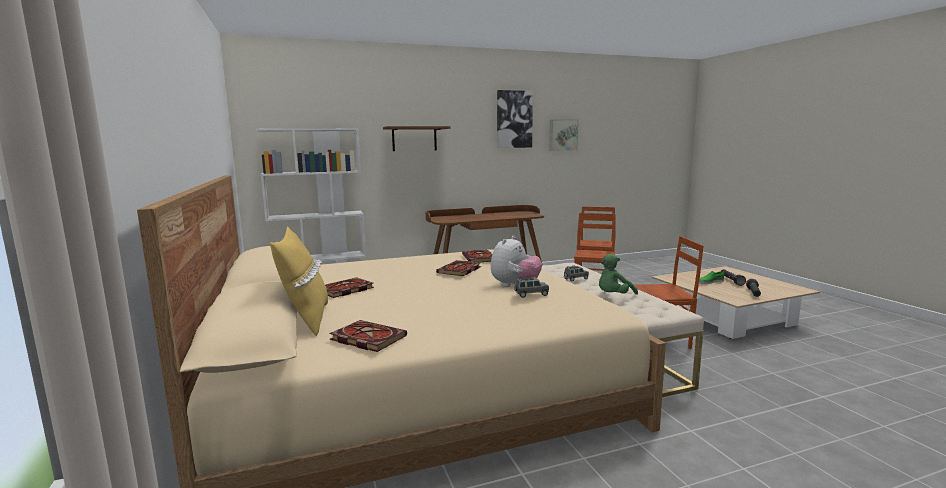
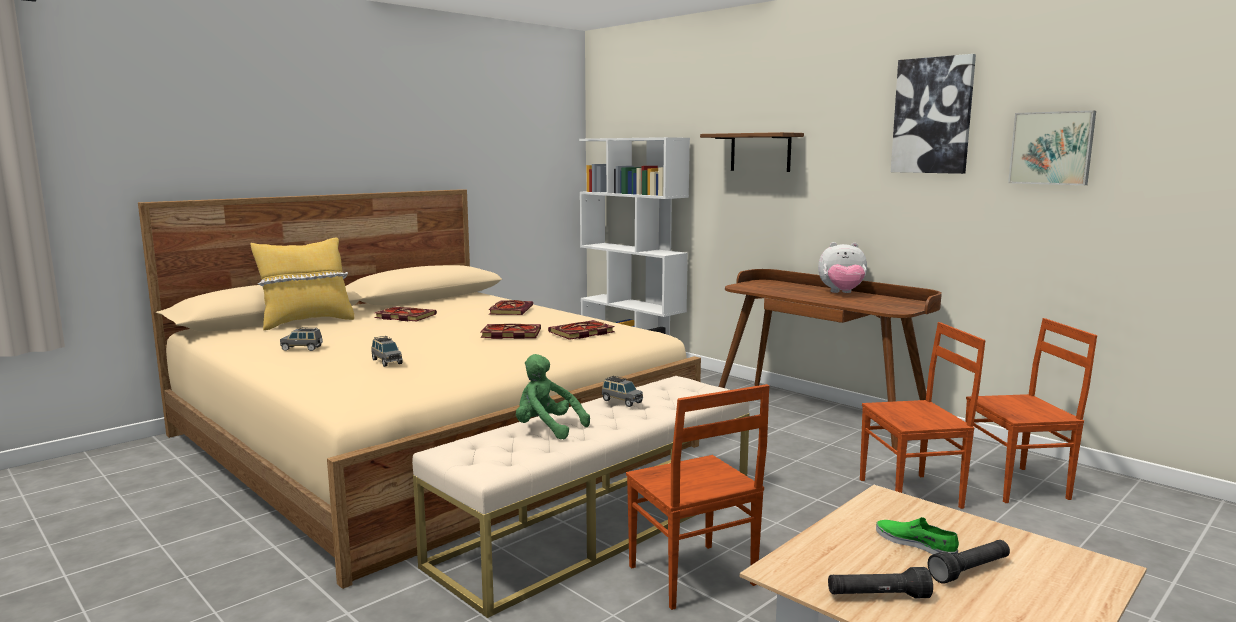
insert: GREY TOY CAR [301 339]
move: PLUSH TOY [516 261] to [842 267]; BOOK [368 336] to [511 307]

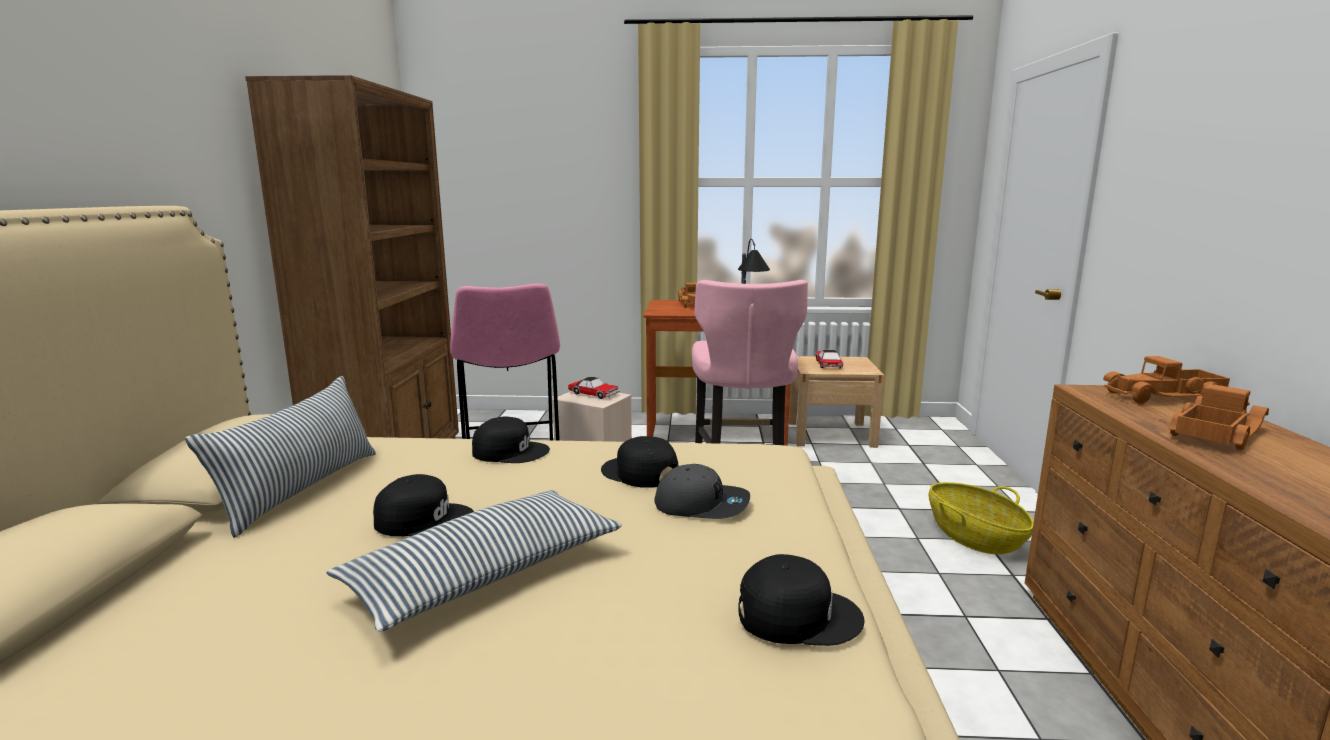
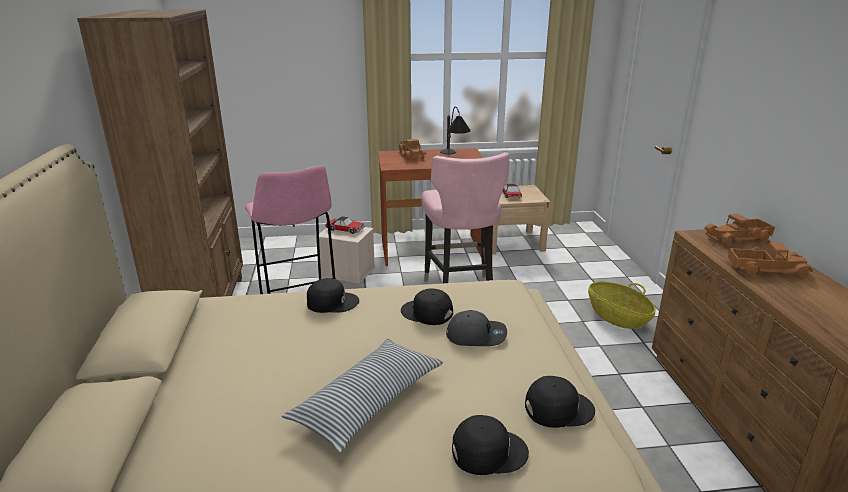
delete: PILLOW [280 457]
move: BLACK CAP [423 505] to [490 445]
rotate: TOY TRUCK [1218 417] = [770 260] 60 degrees clockwise

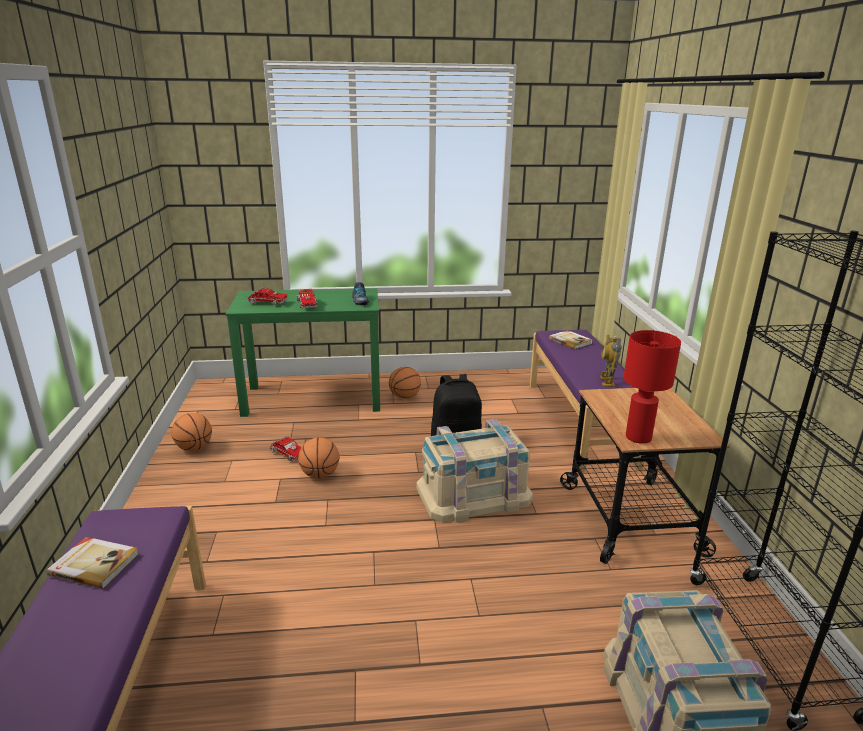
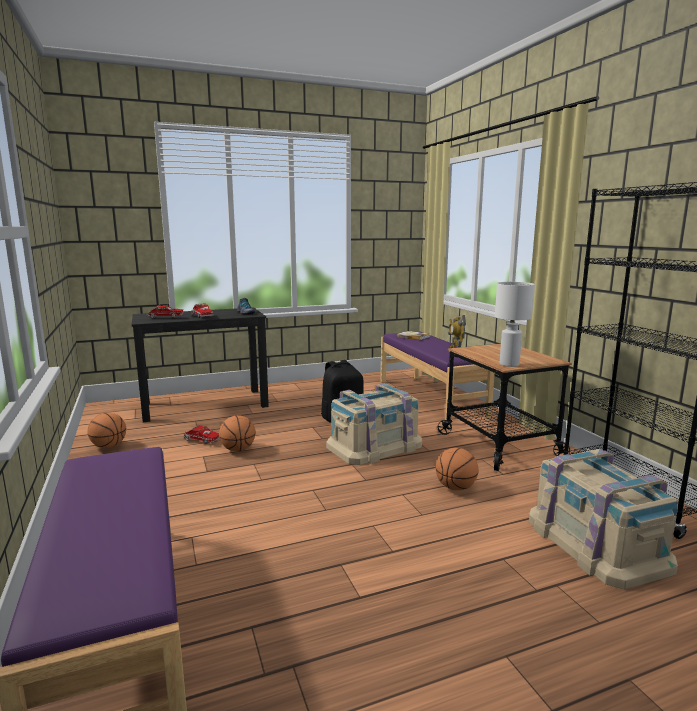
delete: BOOK [92 563]
move: BASKETBALL [405 383] to [457 469]
recolor: GREEN DESK [302 352] to BLACK DESK [200 365]; RED TABLE LAMP [652 387] to WHITE TABLE LAMP [515 324]

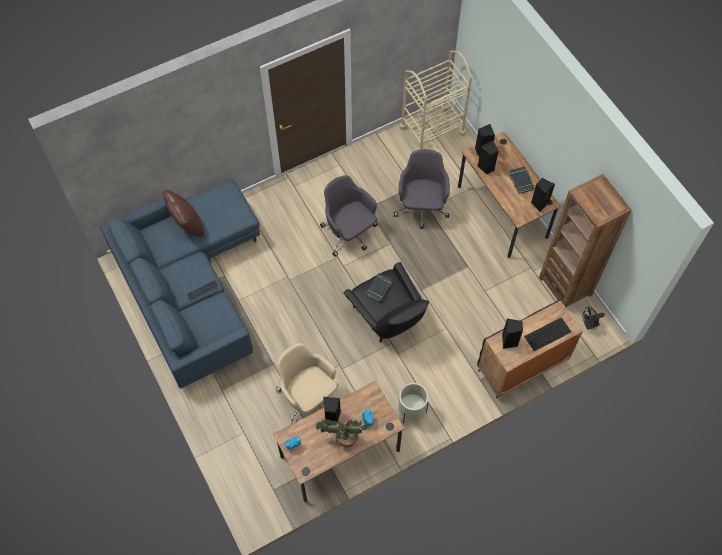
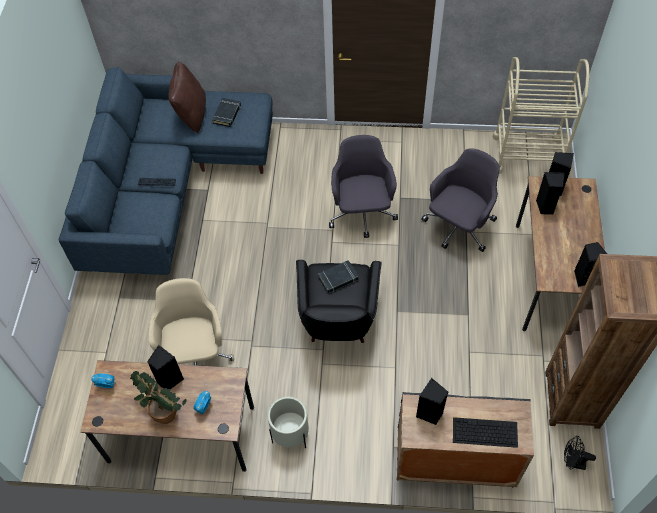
move: BLACK BOOK [521 180] to [226 112]

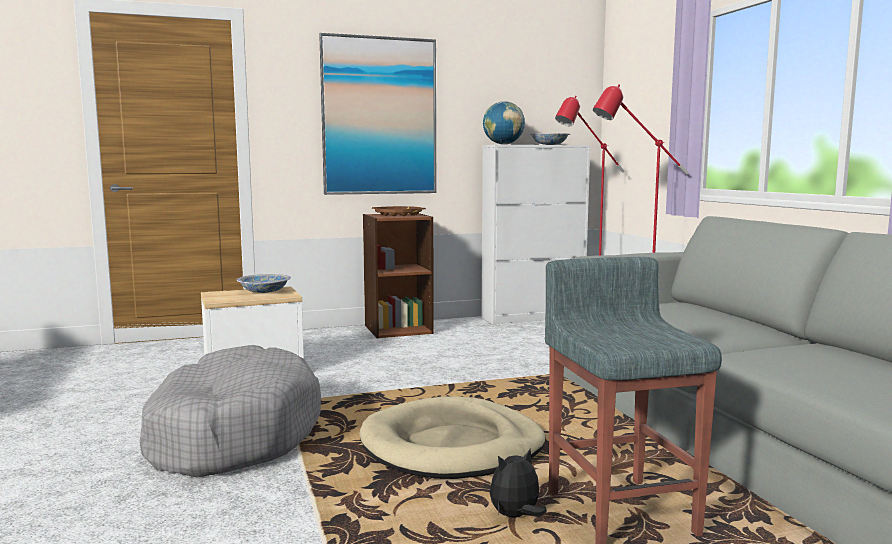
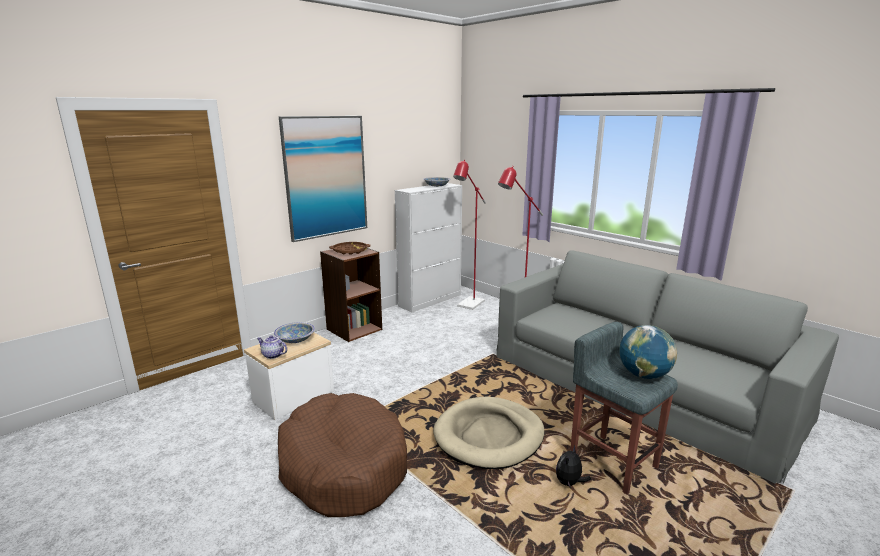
insert: TEAPOT [272 347]
move: GLOBE [504 123] to [648 352]
recolor: GREY DOG BED [230 411] to BROWN DOG BED [342 455]

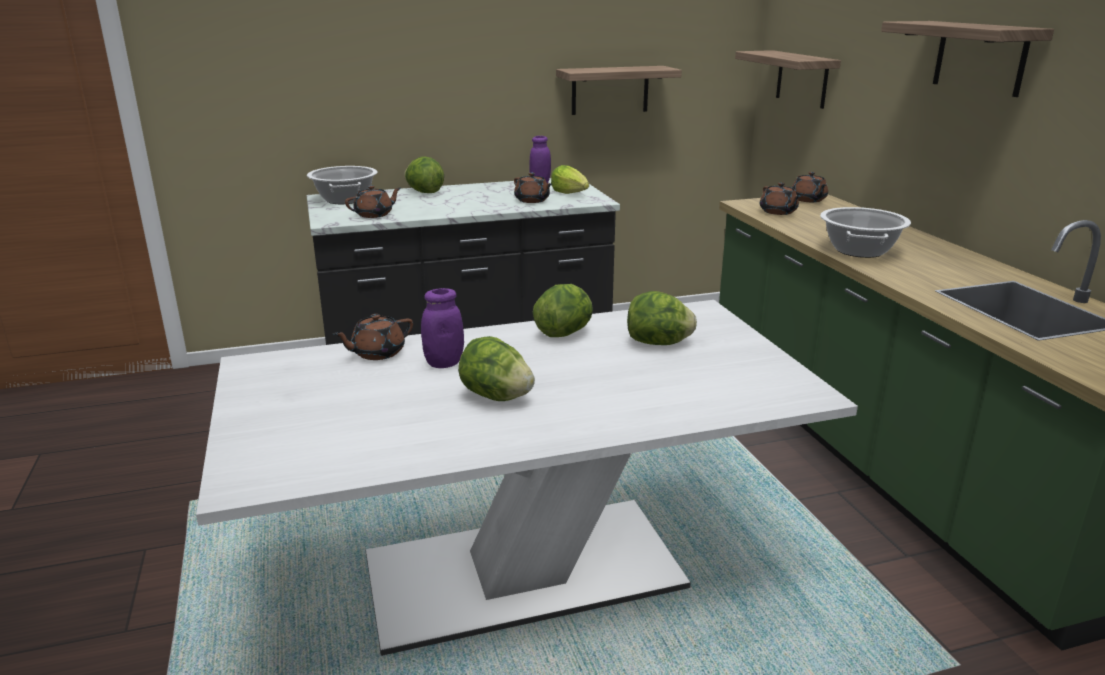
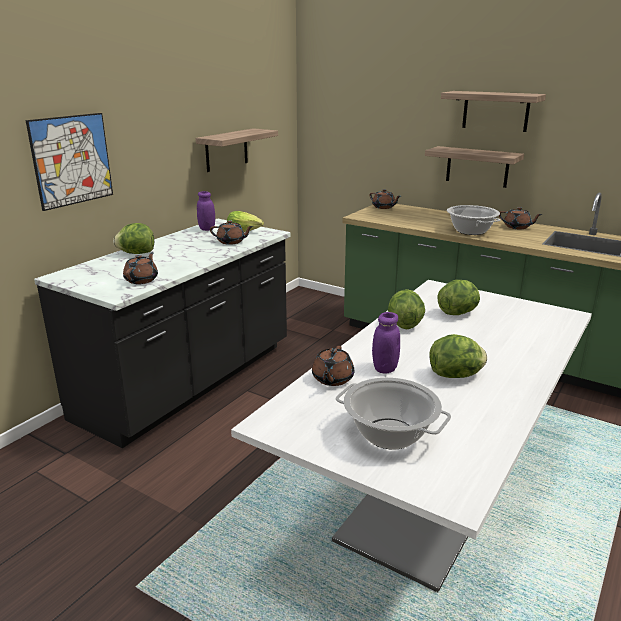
insert: PICTURE [69 162]
move: SHELF [788 79] to [474 167]; COOKING POT [342 185] to [393 413]; BROWN TEAPOT [780 198] to [521 218]

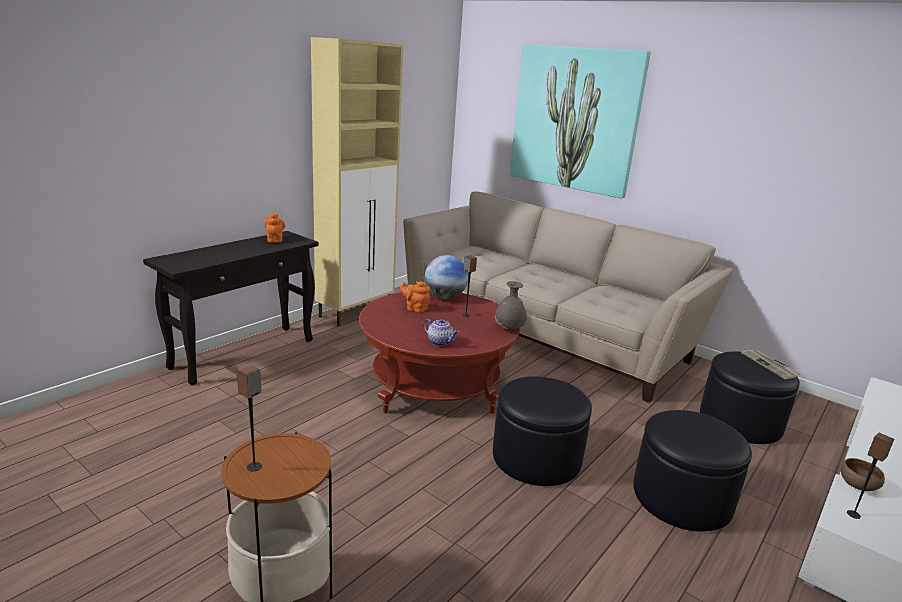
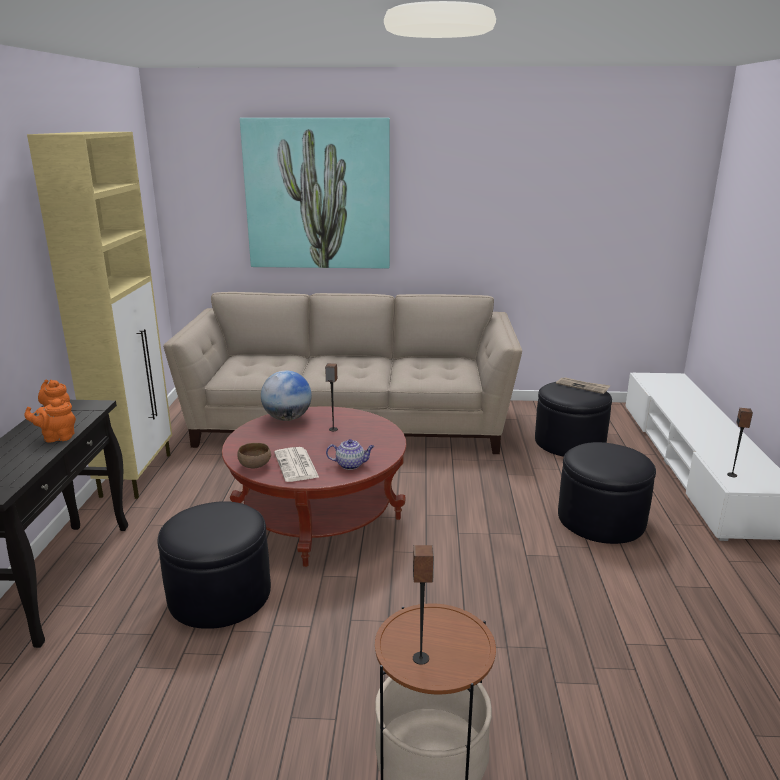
delete: GREY VASE [511 305]
insert: NEWSPAPER [296 464]
move: ORANGE TEAPOT [415 297] to [50 421]; BLACK OTTOMAN [542 431] to [214 565]; BROWN BOWL [863 474] to [254 455]

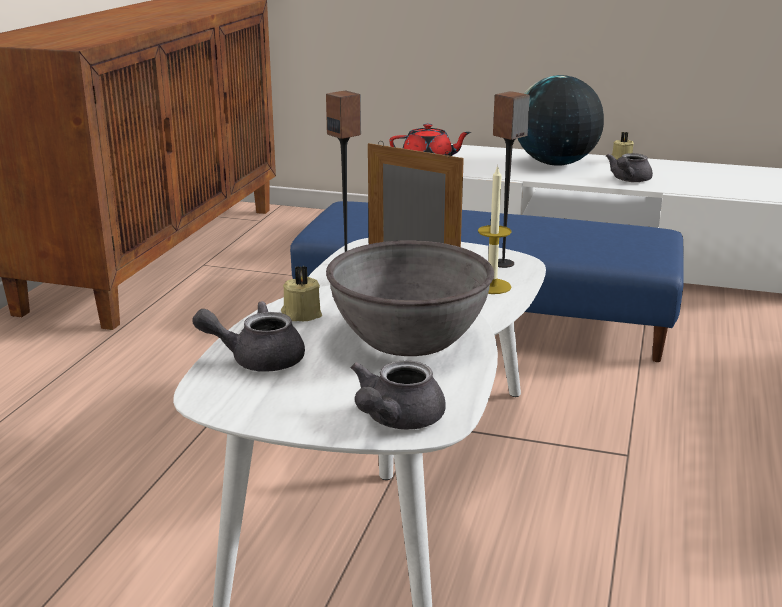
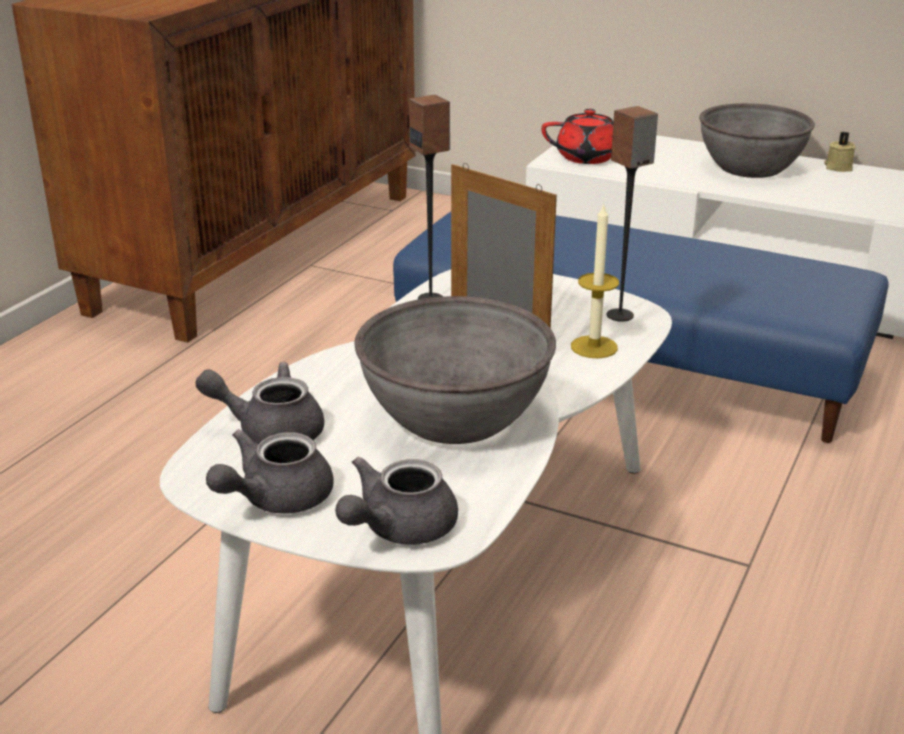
delete: BEIGE CANDLE [301 293]
move: GREY TEAPOT [629 167] to [270 471]
replace: GLOBE [561 120] to GREY BOWL [757 140]

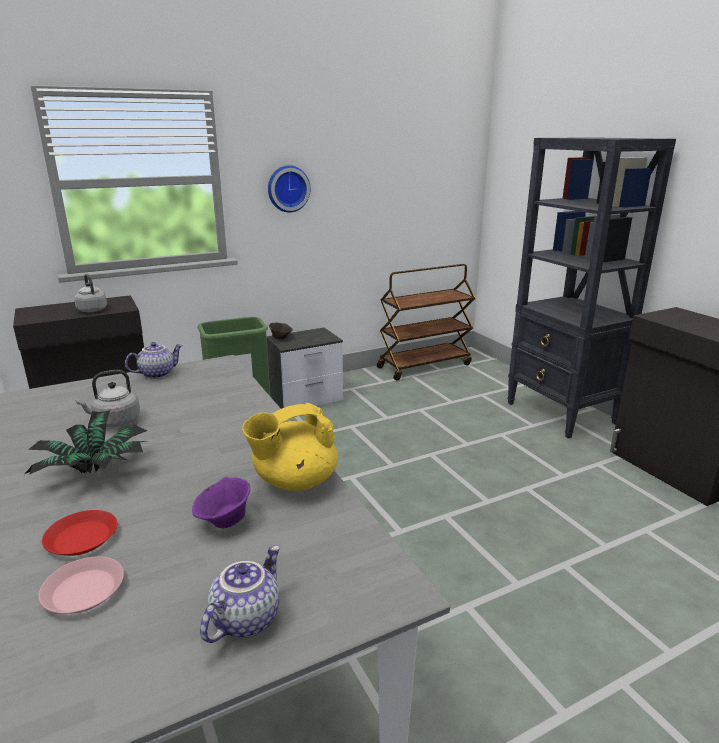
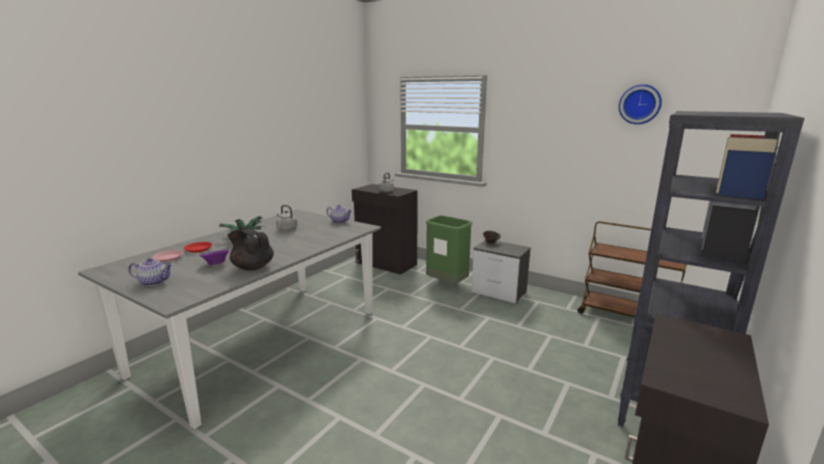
move: WALL CLOCK [289 189] to [640 104]
recolor: YELLOW TEAPOT [290 447] to BLACK TEAPOT [250 249]

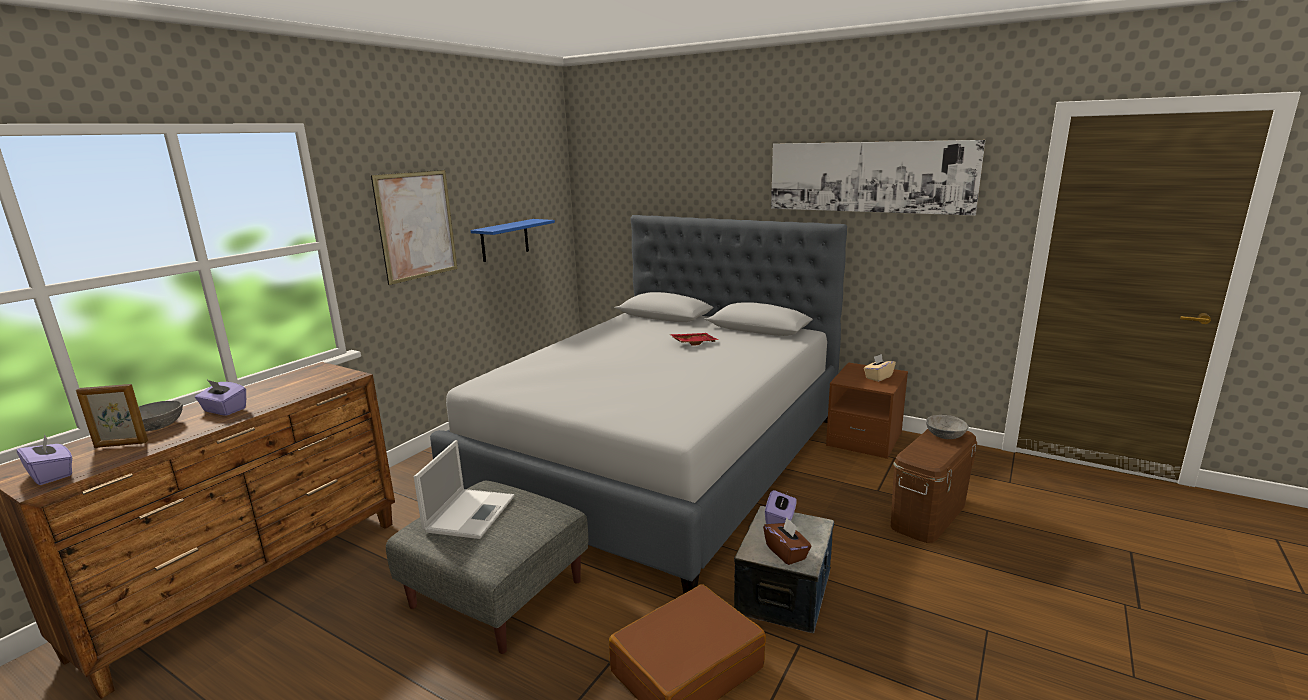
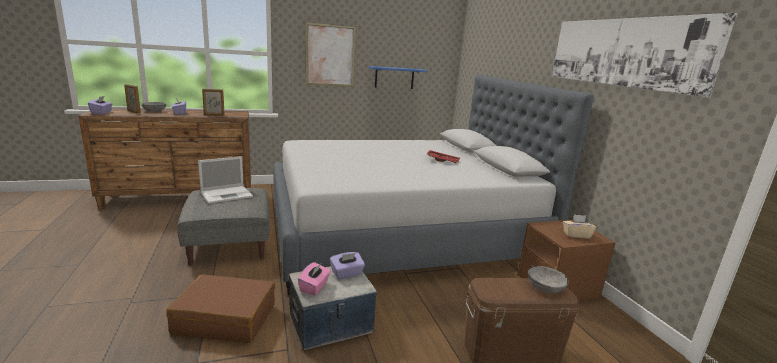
insert: PICTURE FRAME [213 102]
recolor: BROWN TISSUE BOX [787 541] to PINK TISSUE BOX [314 278]

